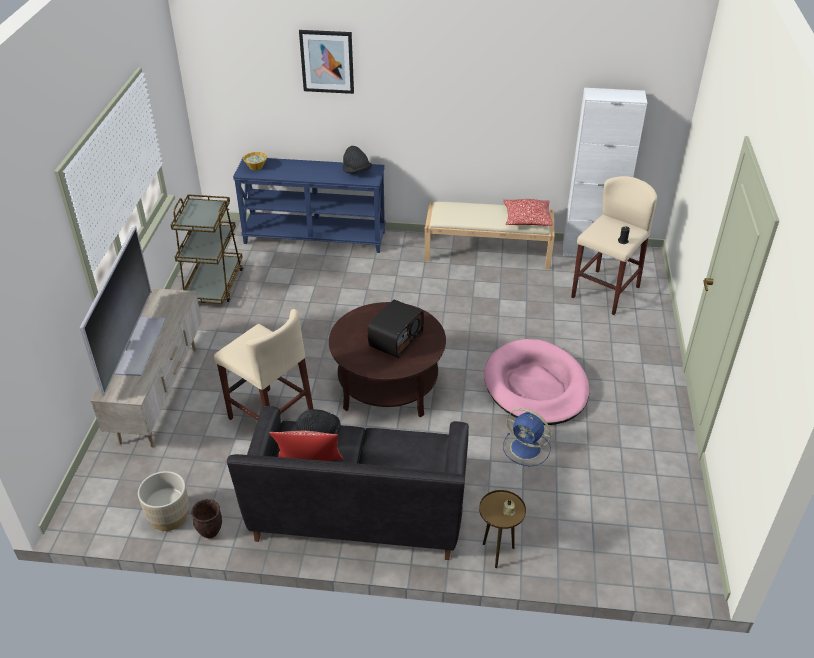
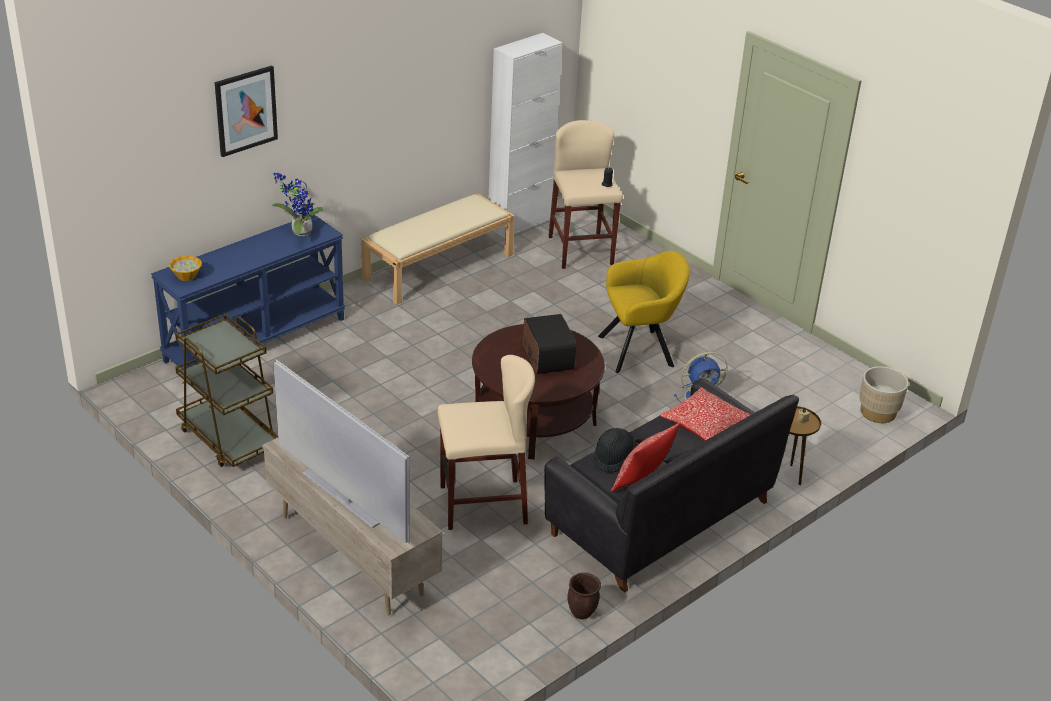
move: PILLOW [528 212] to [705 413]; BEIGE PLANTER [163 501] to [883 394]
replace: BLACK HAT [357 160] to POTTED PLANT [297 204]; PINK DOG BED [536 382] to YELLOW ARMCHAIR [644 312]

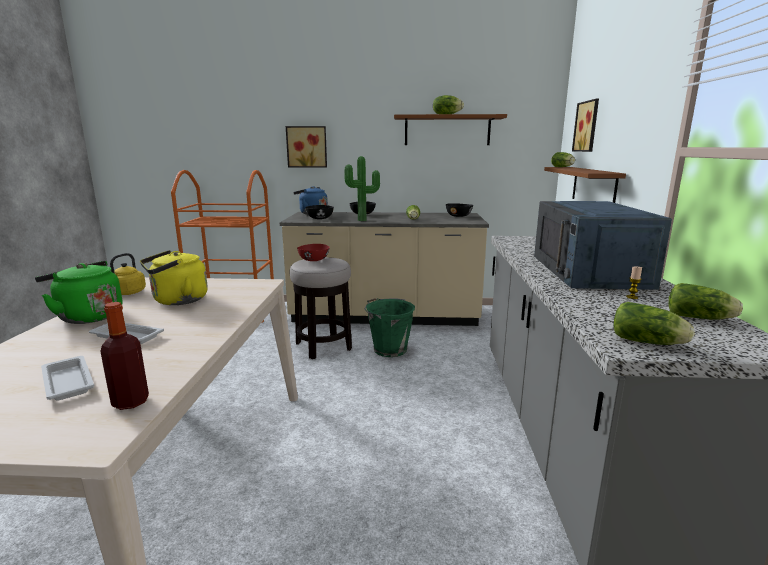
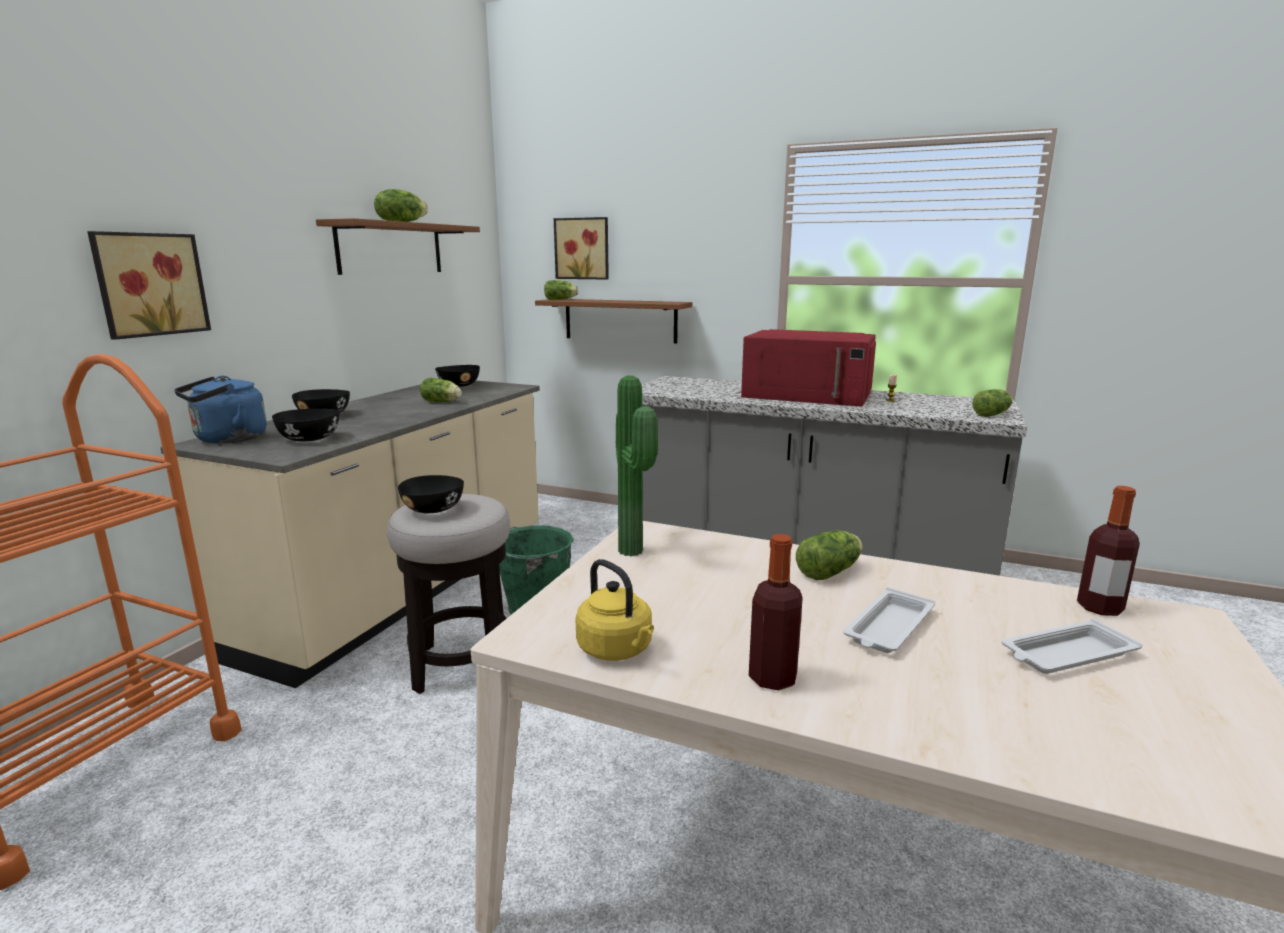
delete: YELLOW KETTLE [174 277]
move: POTTED PLANT [362 188] to [637 465]; LETTUCE [706 301] to [829 555]
replace: GREEN KETTLE [78 292] to BOTTLE [776 612]
recolor: BLUE MICROWAVE [603 245] to RED MICROWAVE [808 368]; RED BOWL [313 252] to BLACK BOWL [431 494]

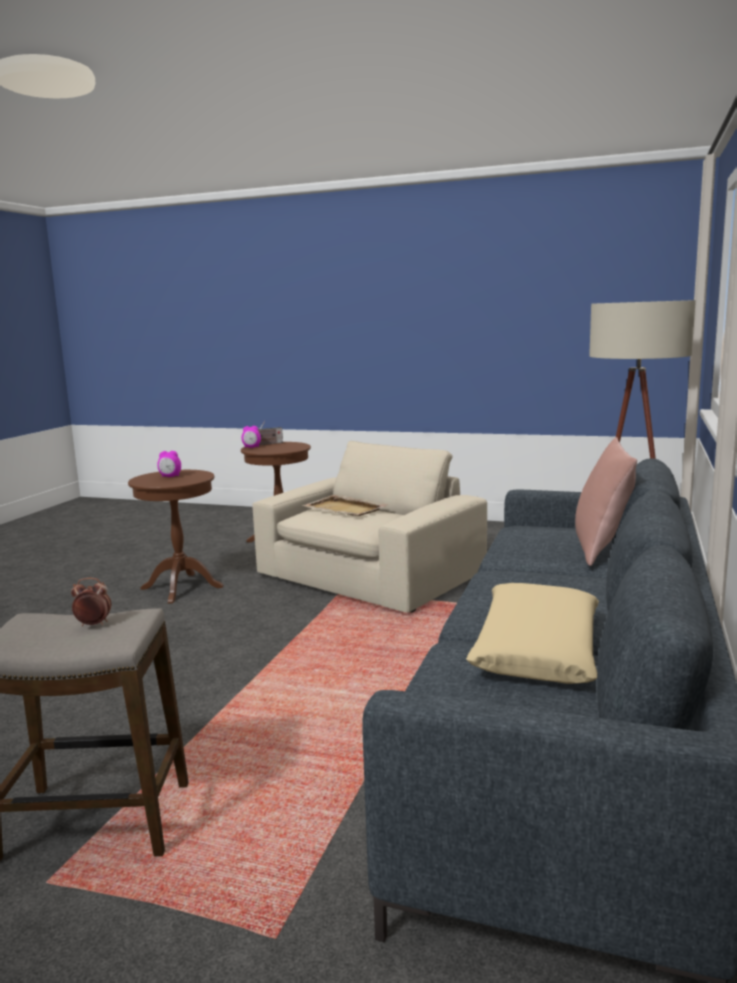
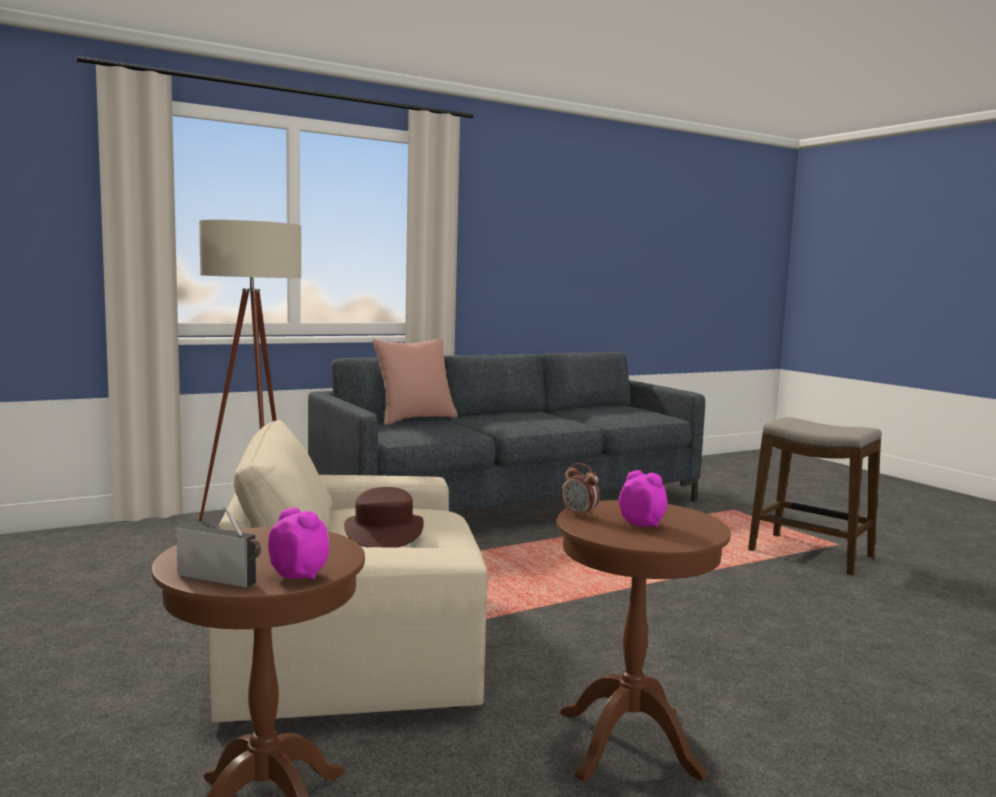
delete: BEIGE PILLOW [532 633]
move: ALARM CLOCK [91 602] to [580 490]
replace: BEIGE TRAY [345 505] to BROWN HAT [384 517]

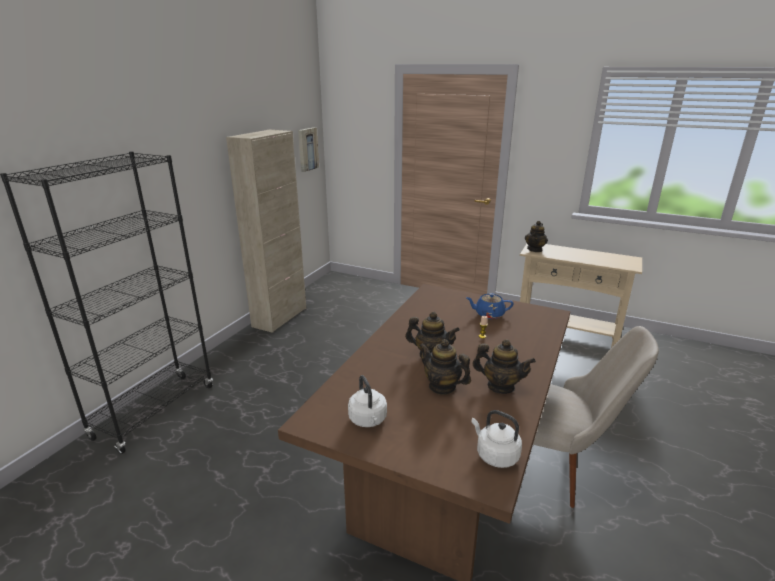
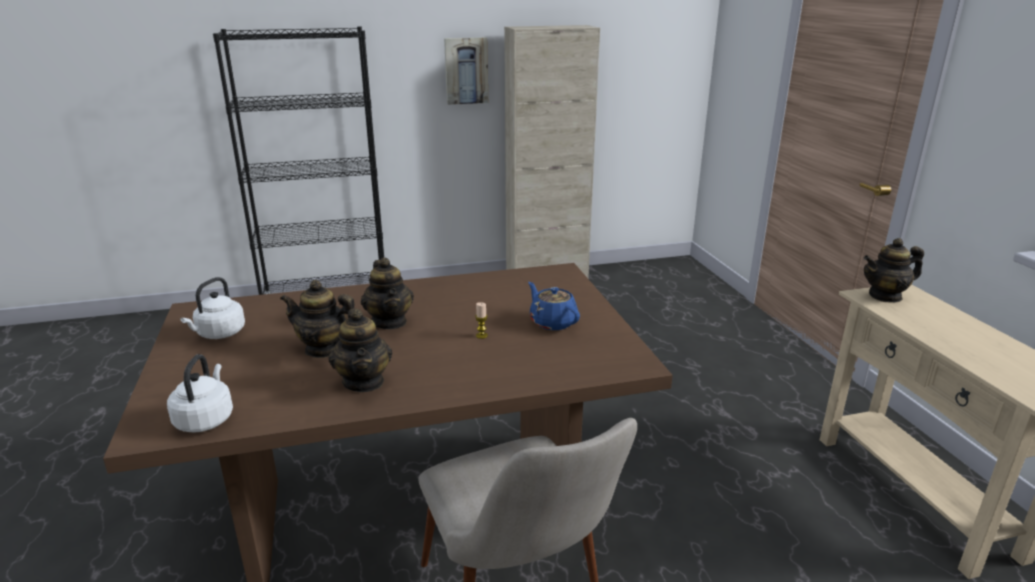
move: PICTURE [308 149] to [466 71]
rotate: TEAPOT [445 367] = [317 319] 75 degrees counterclockwise

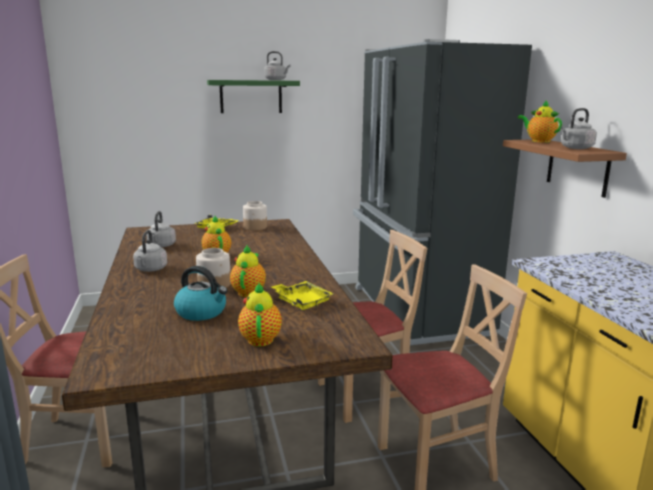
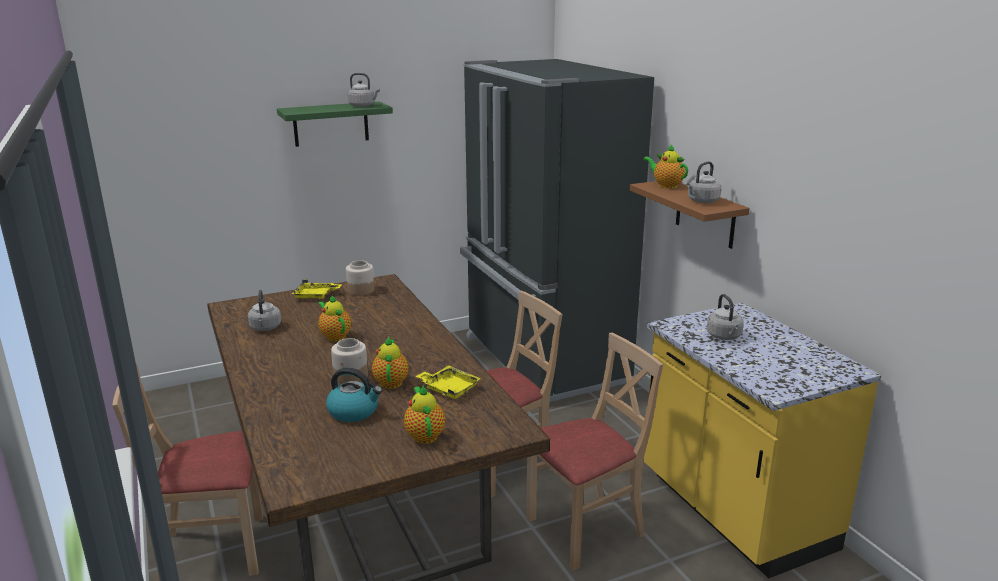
move: GREY KETTLE [150 251] to [725 317]

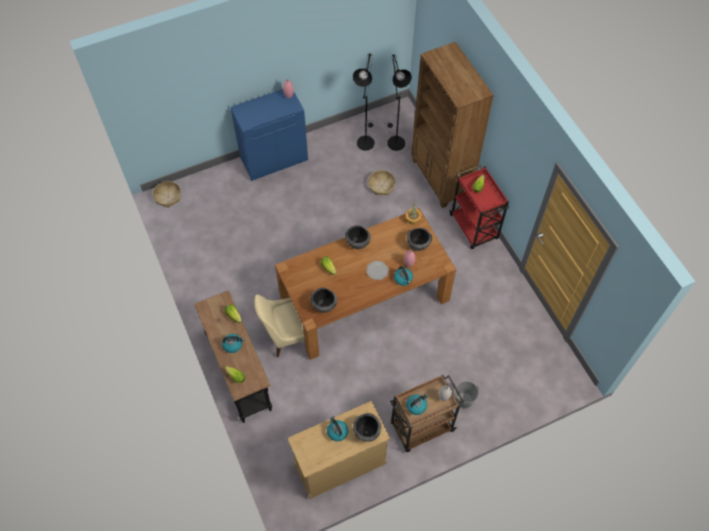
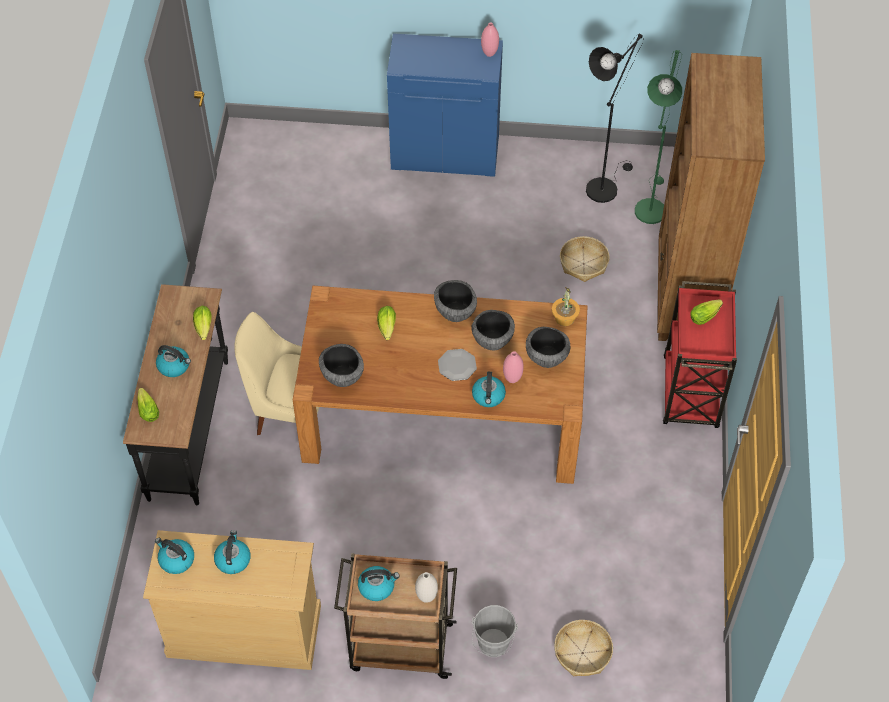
insert: KETTLE [174 556]
move: BASKET [167 194] to [583 648]; BOWL [367 427] to [493 330]
recolor: BLACK FLOOR LAMP [398 102] to GREEN FLOOR LAMP [658 137]

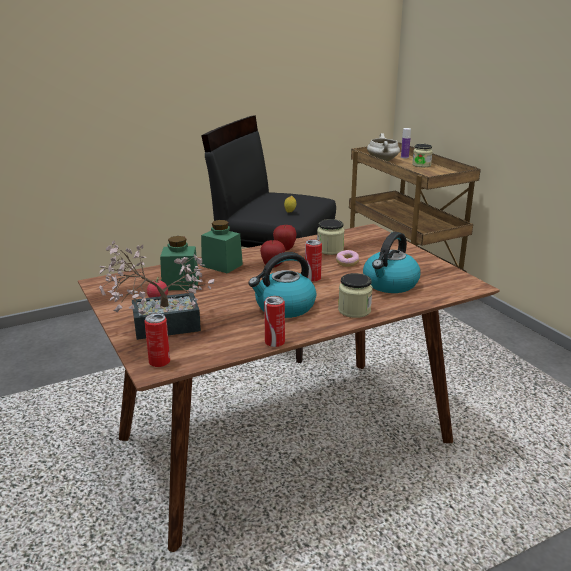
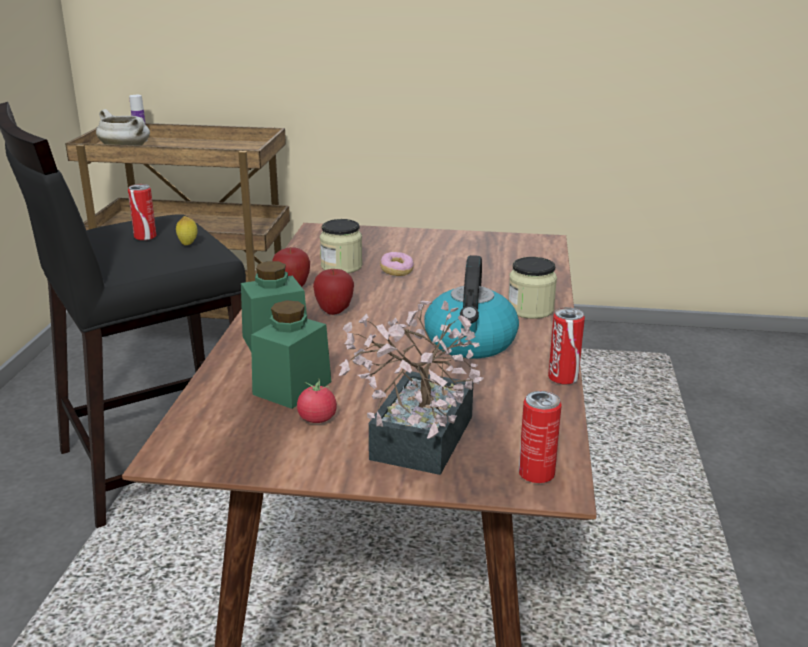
delete: JAR [422 155]; KETTLE [392 262]
move: CAN [313 260] to [142 212]

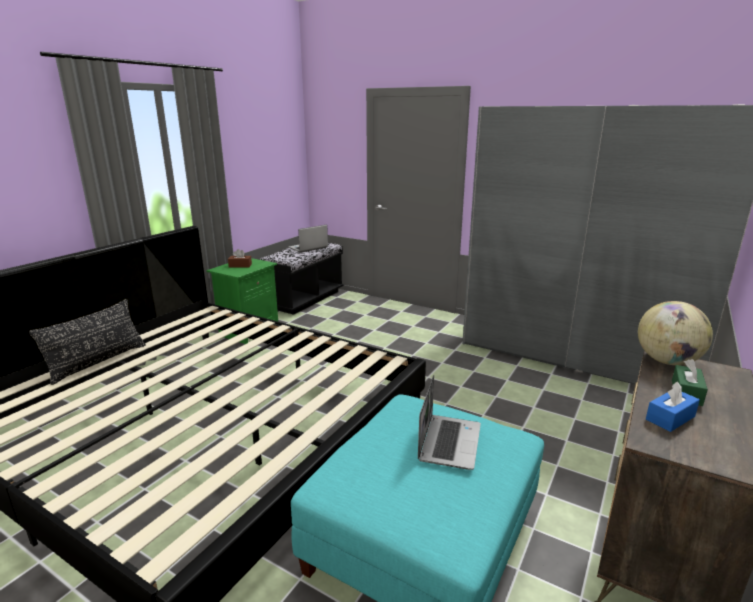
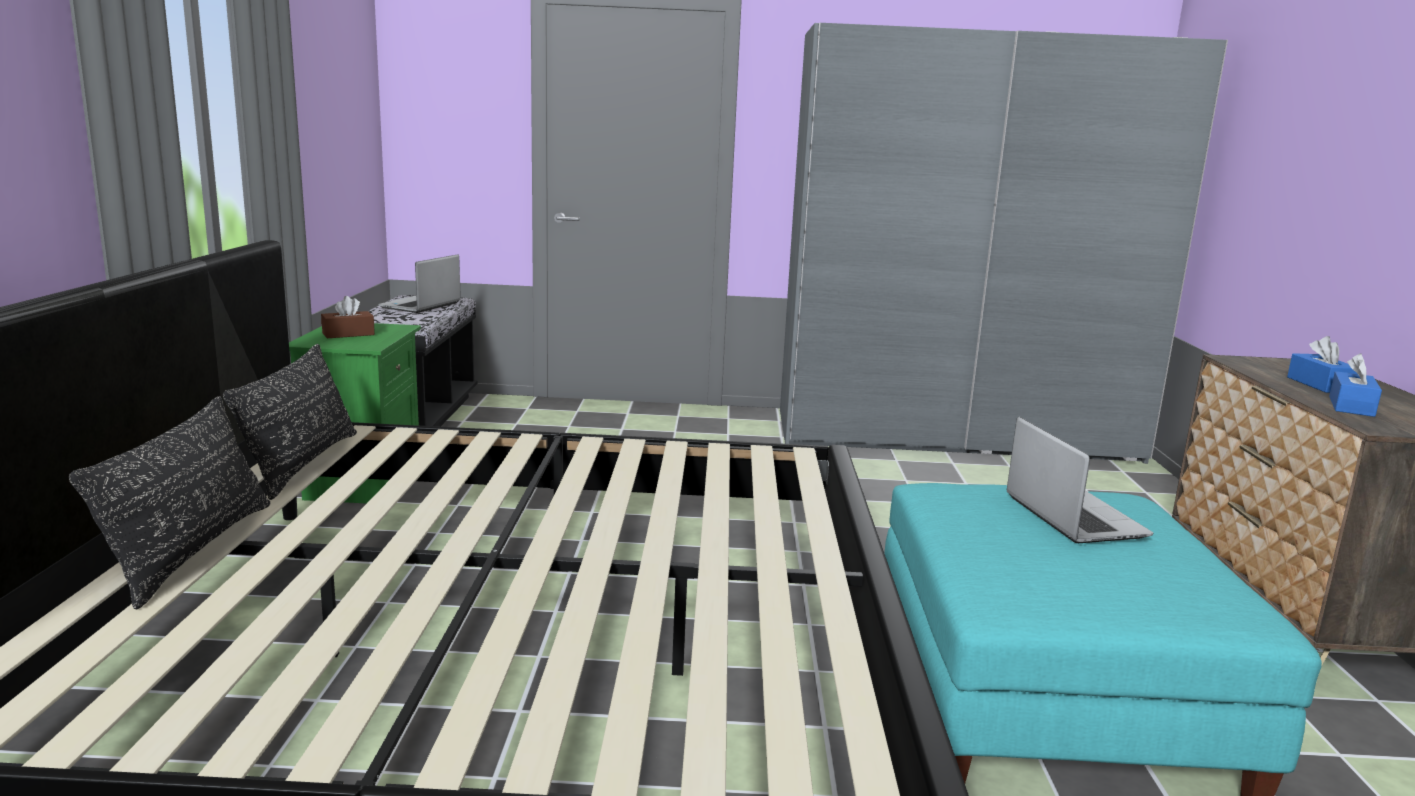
delete: GLOBE [675 333]
insert: BLACK PILLOW [290 422]
recolor: GREEN TISSUE BOX [690 382] to BLUE TISSUE BOX [1322 364]

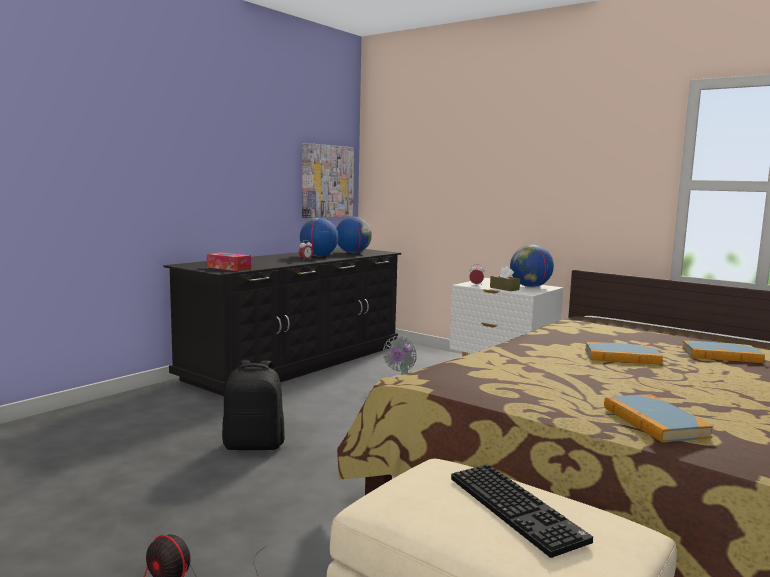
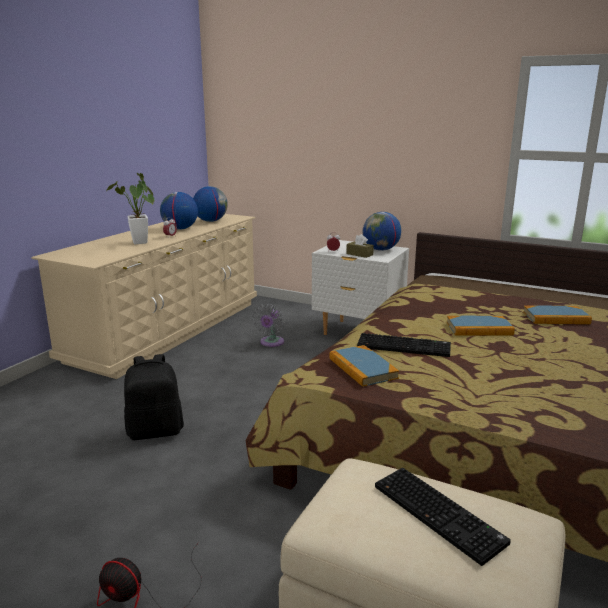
delete: PICTURE [328 180]; TISSUE BOX [229 261]
insert: POTTED PLANT [130 208]; KEYBOARD [404 345]
move: BOOK [659 418] to [364 366]
recolor: BLACK DRESSER [282 322] to BEIGE DRESSER [144 296]

